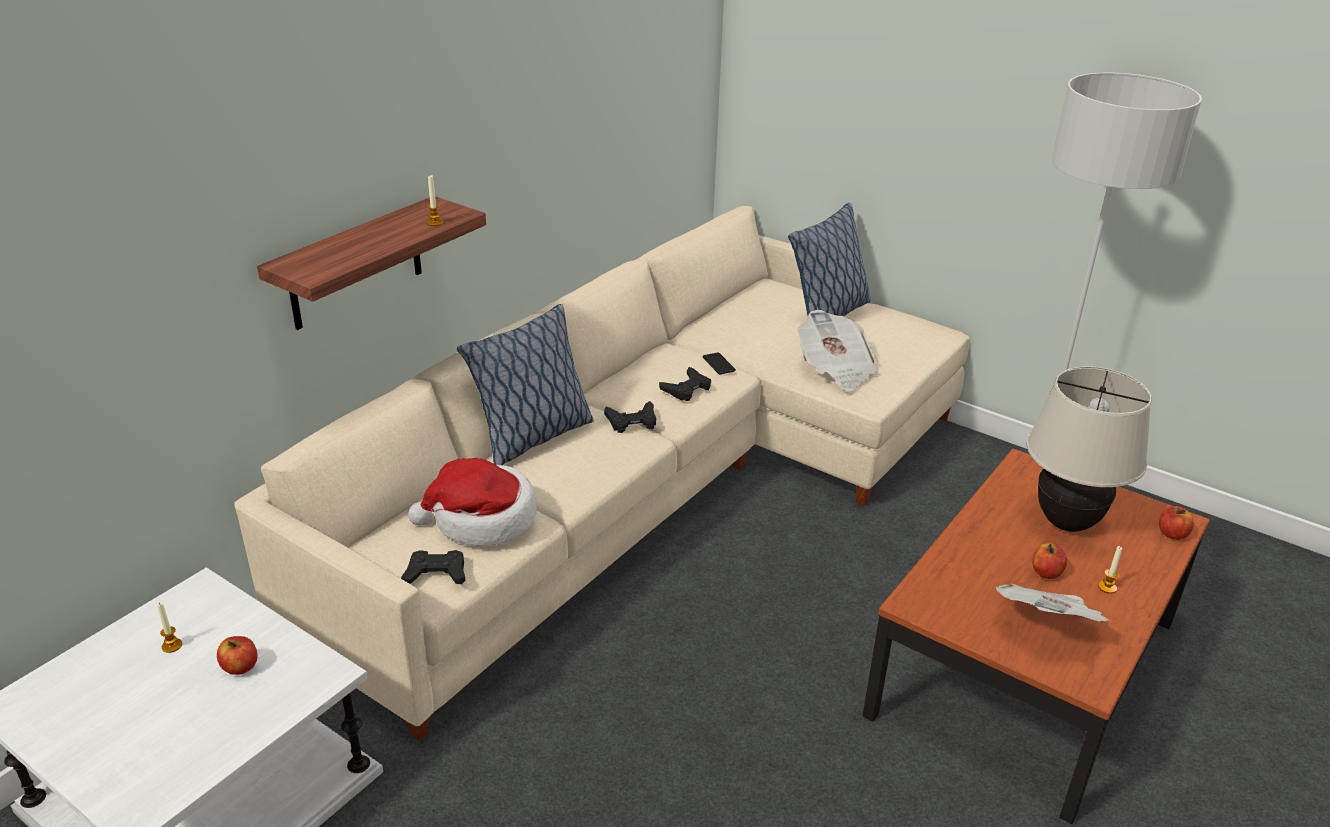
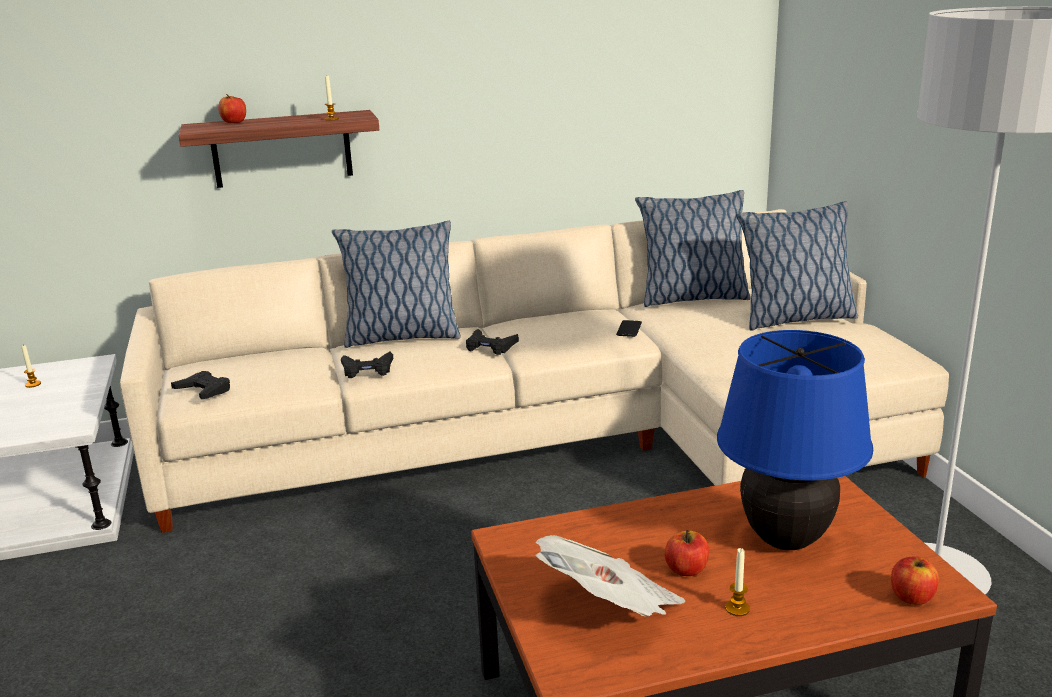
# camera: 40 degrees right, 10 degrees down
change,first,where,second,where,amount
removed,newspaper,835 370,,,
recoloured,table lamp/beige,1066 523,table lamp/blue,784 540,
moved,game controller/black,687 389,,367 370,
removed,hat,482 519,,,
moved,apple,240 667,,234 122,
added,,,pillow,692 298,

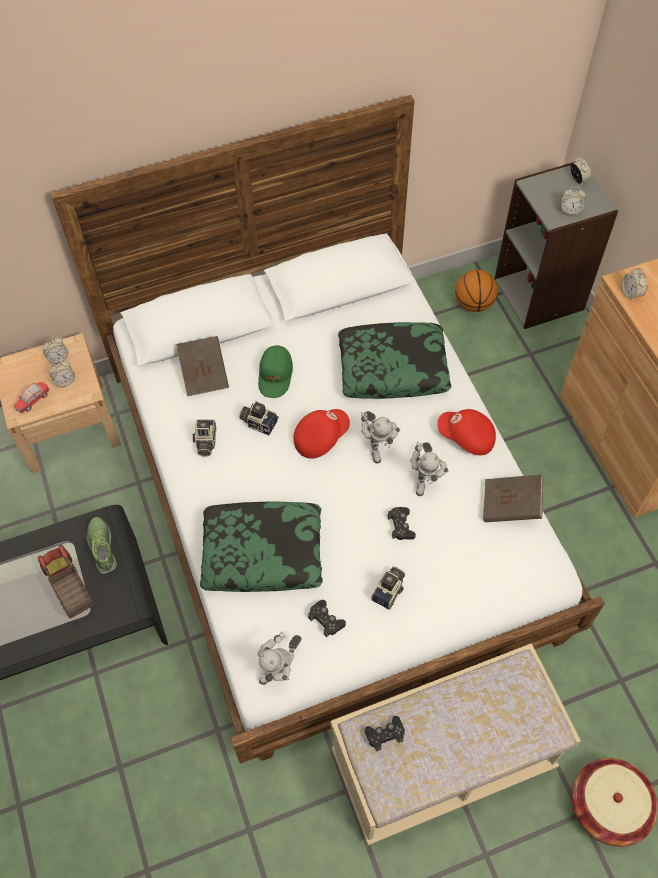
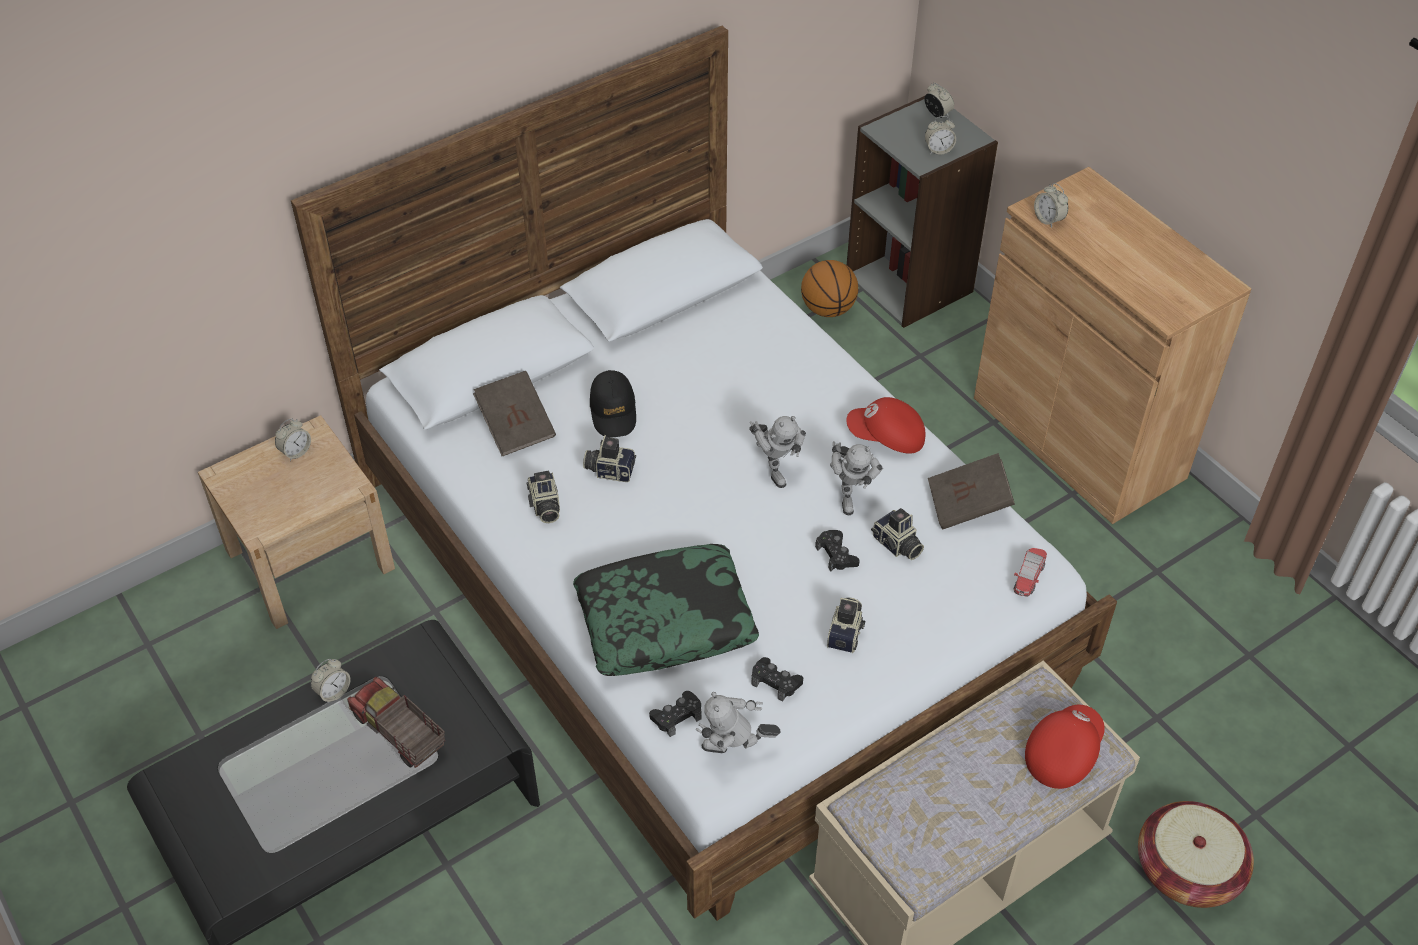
# camera: 15 degrees left, 10 degrees down
change,first,where,second,where,amount
removed,pillow,393 367,,,
recoloured,cap/green,275 375,cap/black,613 411,
moved,alarm clock,65 381,,333 692,
moved,toy car,33 401,,1028 578,
moved,cap/red,320 437,,1062 753,
removed,shoe,102 547,,,
turned,toy robot,280 670,,734 753,60 degrees clockwise
moved,game controller/black,385 734,,677 716,
added,,,photo camera,896 545,

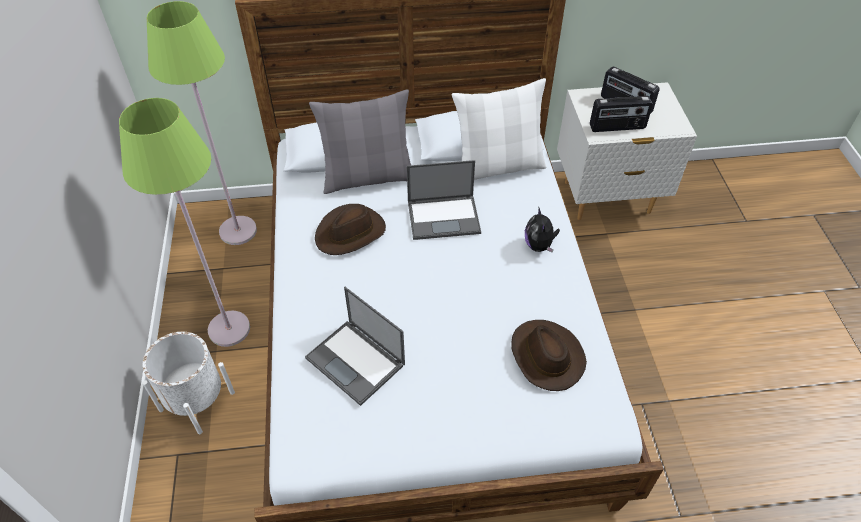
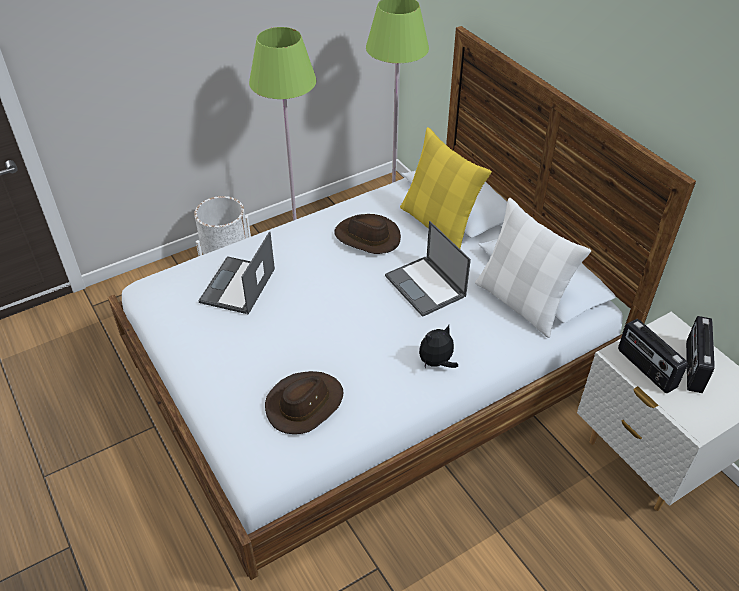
# camera: 65 degrees right, 5 degrees down
change,first,where,second,where,amount
recoloured,pillow/grey,368 177,pillow/yellow,438 225,

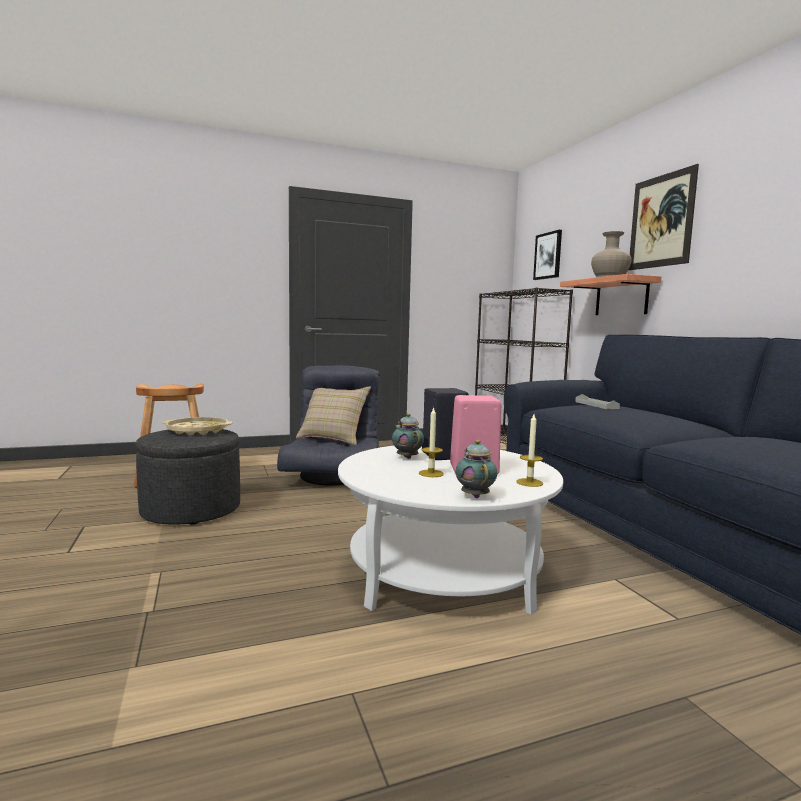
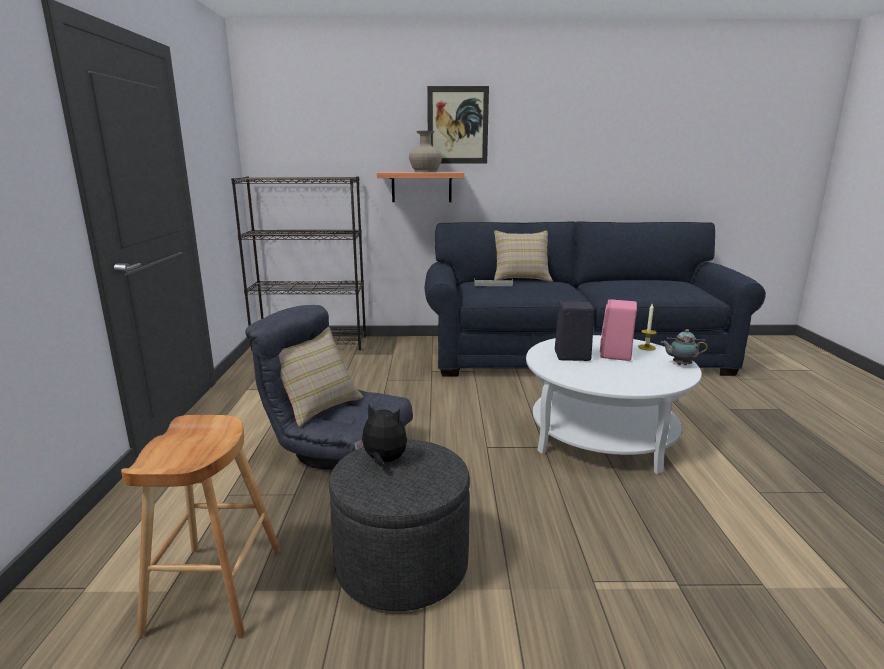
# camera: 70 degrees left, 10 degrees up
change,first,where,second,where,amount
removed,picture,548 256,,,
removed,candle,431 473,,,
removed,teapot,406 457,,,
replaced,tray/beige,197 430,plush toy,383 461,
added,,,pillow/beige,521 278,

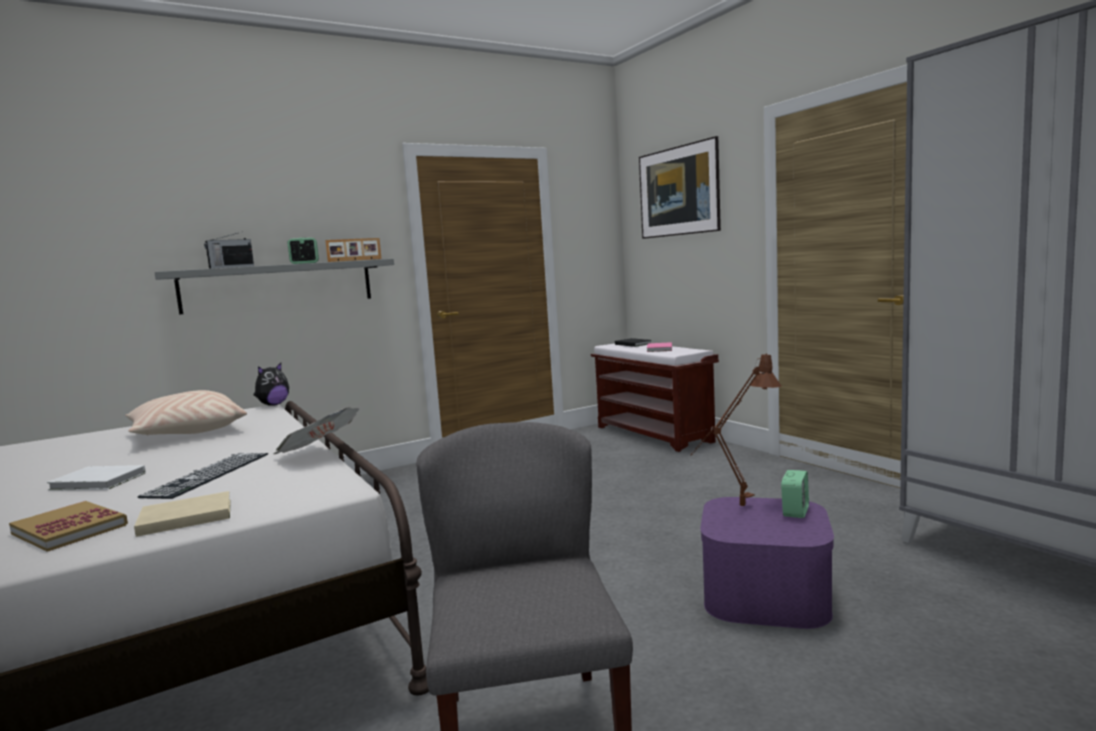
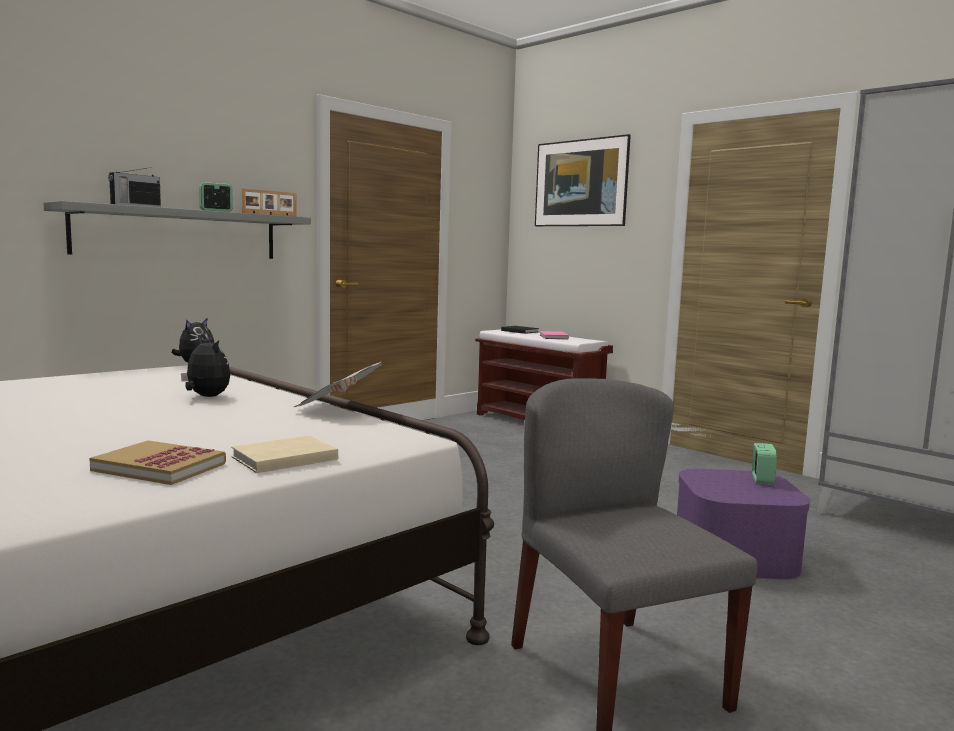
# camera: 15 degrees left, 0 degrees up
change,first,where,second,where,amount
removed,table lamp/brown,737 509,,,
removed,pillow/beige,187 433,,,
removed,keyboard,209 474,,,
removed,book/white,99 482,,,
added,,,plush toy,206 397,

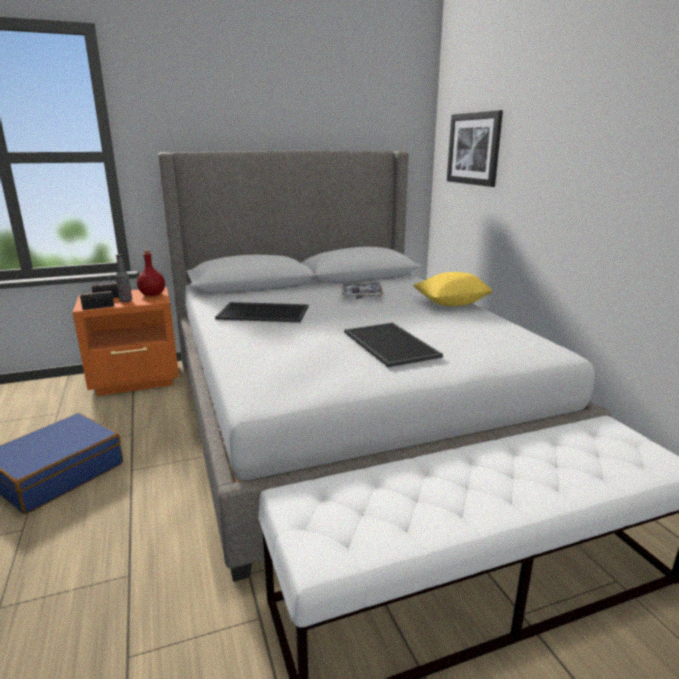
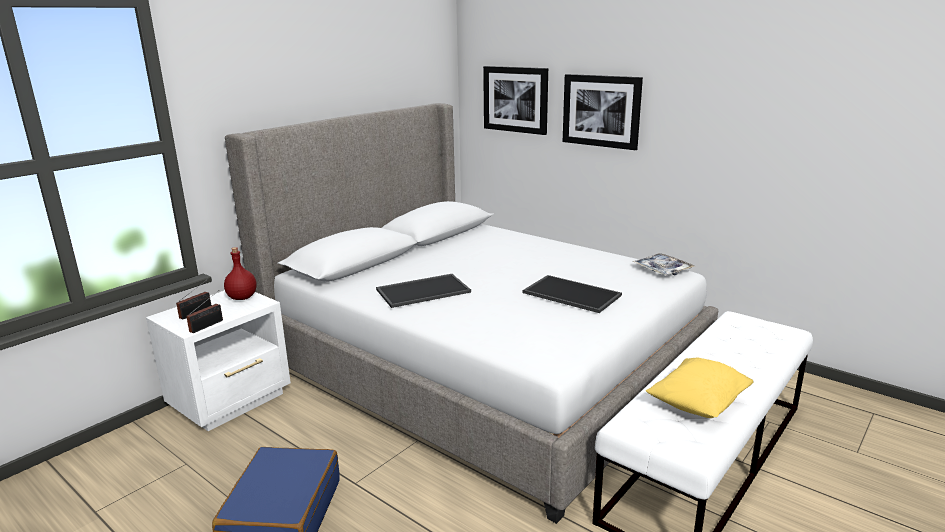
# camera: 30 degrees left, 0 degrees up
change,first,where,second,where,amount
removed,bottle,126 301,,,
moved,pillow/yellow,451 304,,698 404,
moved,tray,361 295,,662 270,
recoloured,nightstand/orange,137 380,nightstand/white,232 401,
added,,,picture,601 111,

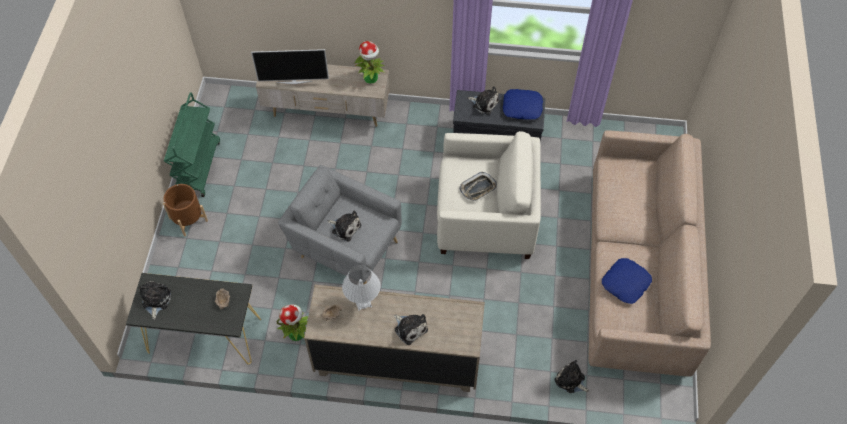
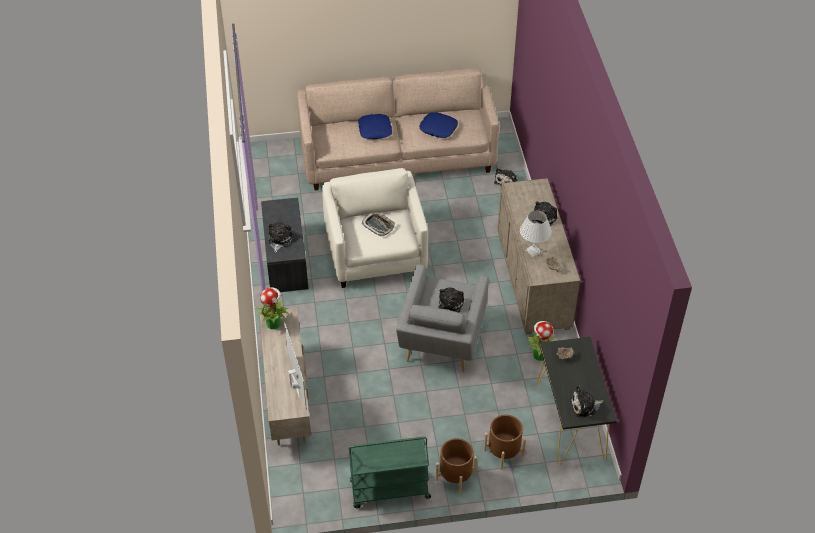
# camera: 105 degrees left, 10 degrees down
change,first,where,second,where,amount
moved,pillow/blue,522 107,,375 130,
added,,,planter/brown,503 453,

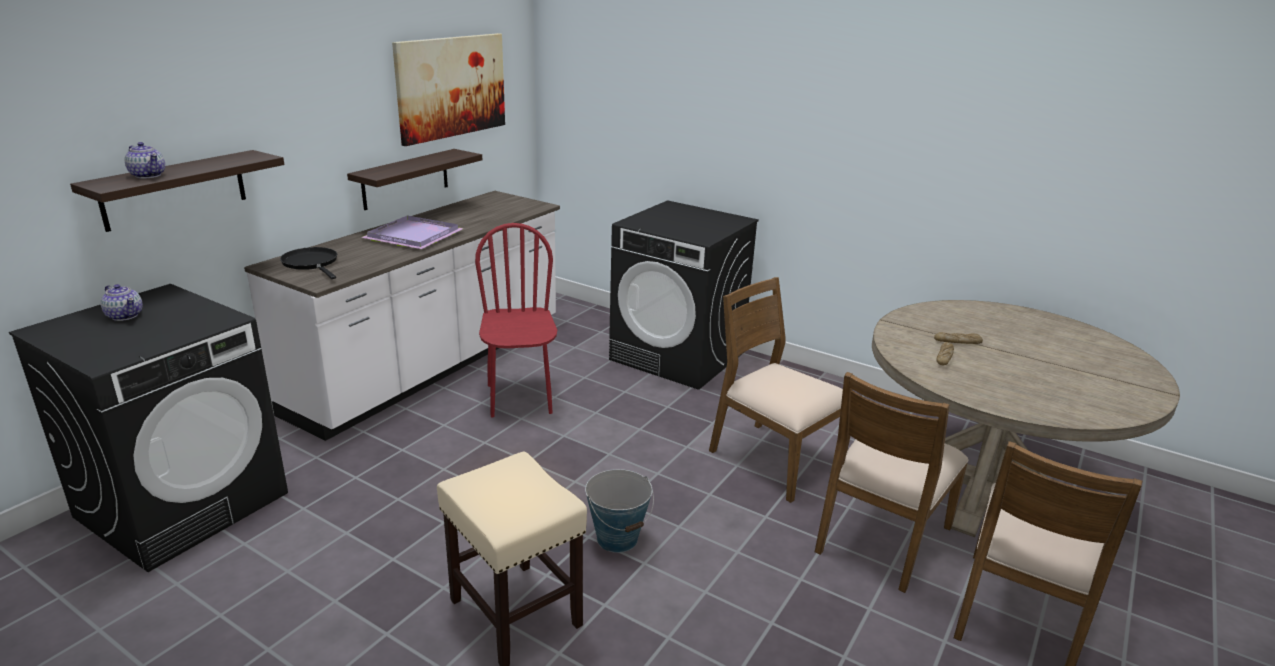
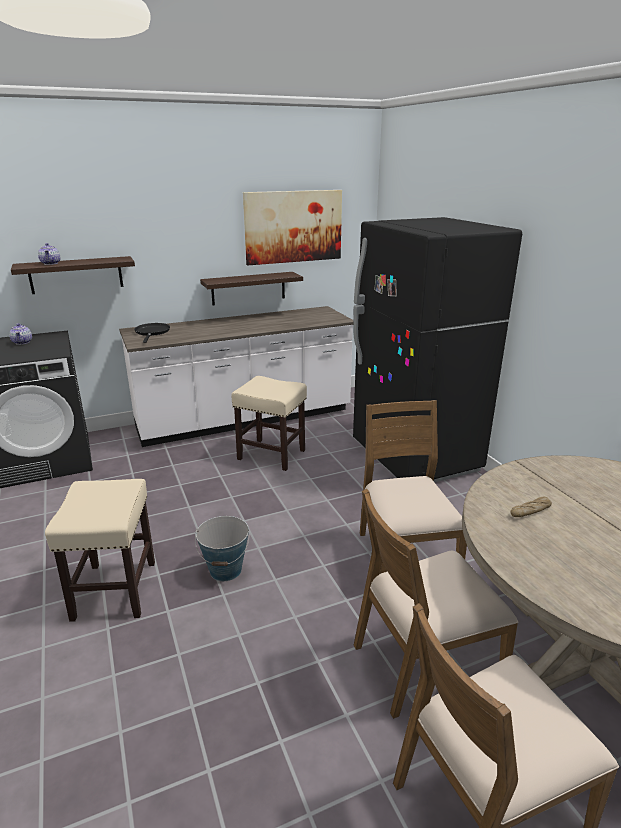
# camera: 35 degrees right, 0 degrees up
change,first,where,second,where,amount
replaced,washing machine/black,678 356,fridge/black,415 456,
removed,tray/purple,416 236,,,
replaced,chair/red,520 399,stool/beige,272 455,
removed,bread,957 342,,,

